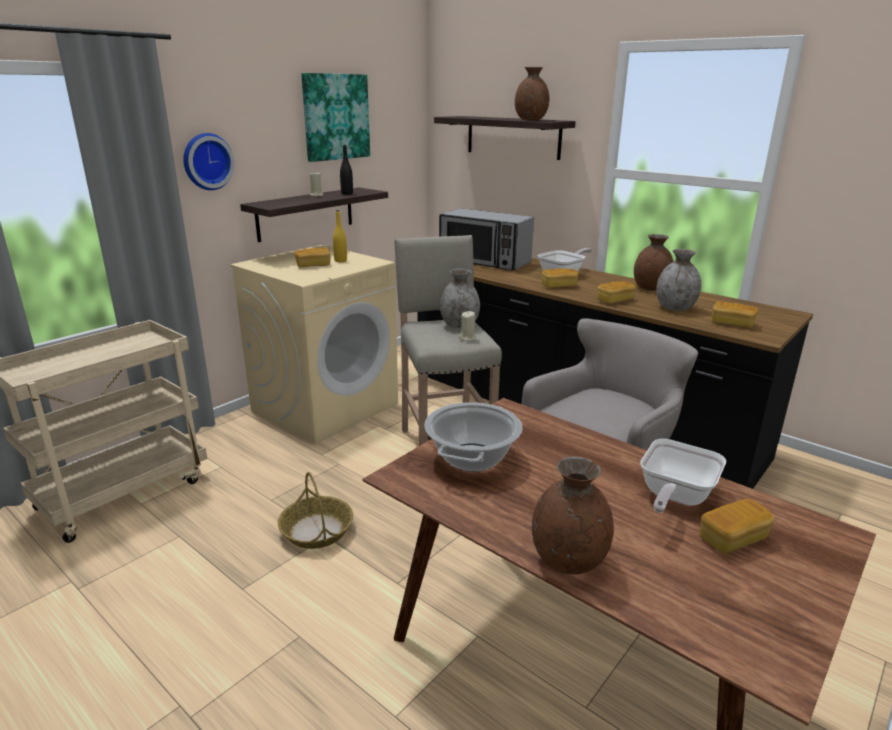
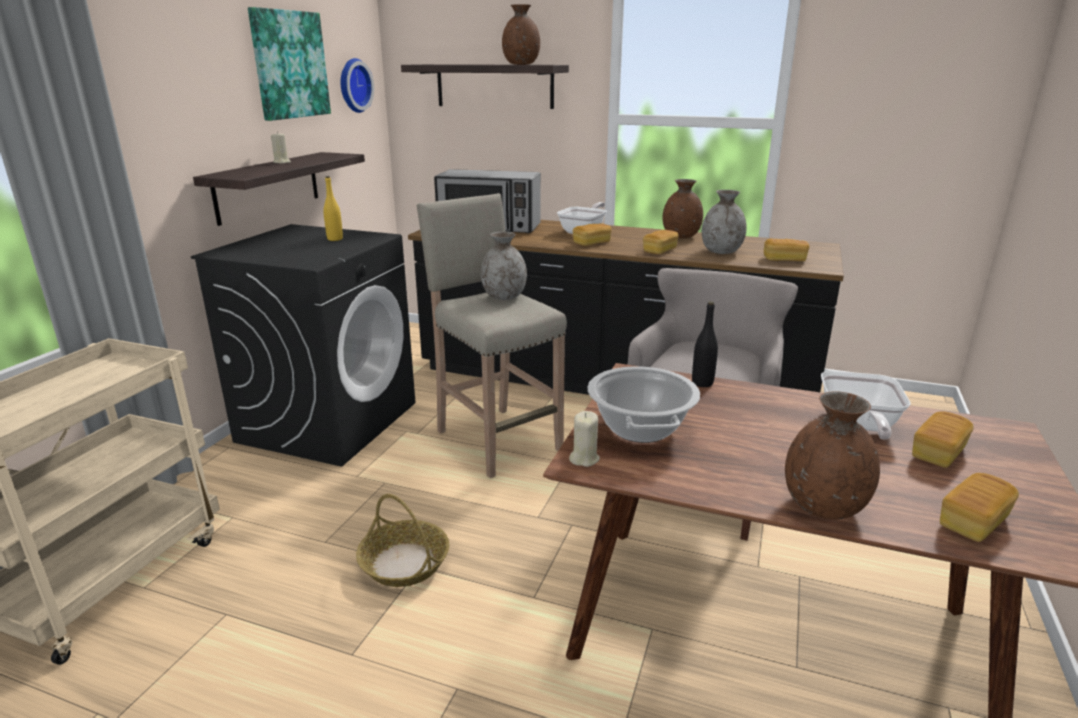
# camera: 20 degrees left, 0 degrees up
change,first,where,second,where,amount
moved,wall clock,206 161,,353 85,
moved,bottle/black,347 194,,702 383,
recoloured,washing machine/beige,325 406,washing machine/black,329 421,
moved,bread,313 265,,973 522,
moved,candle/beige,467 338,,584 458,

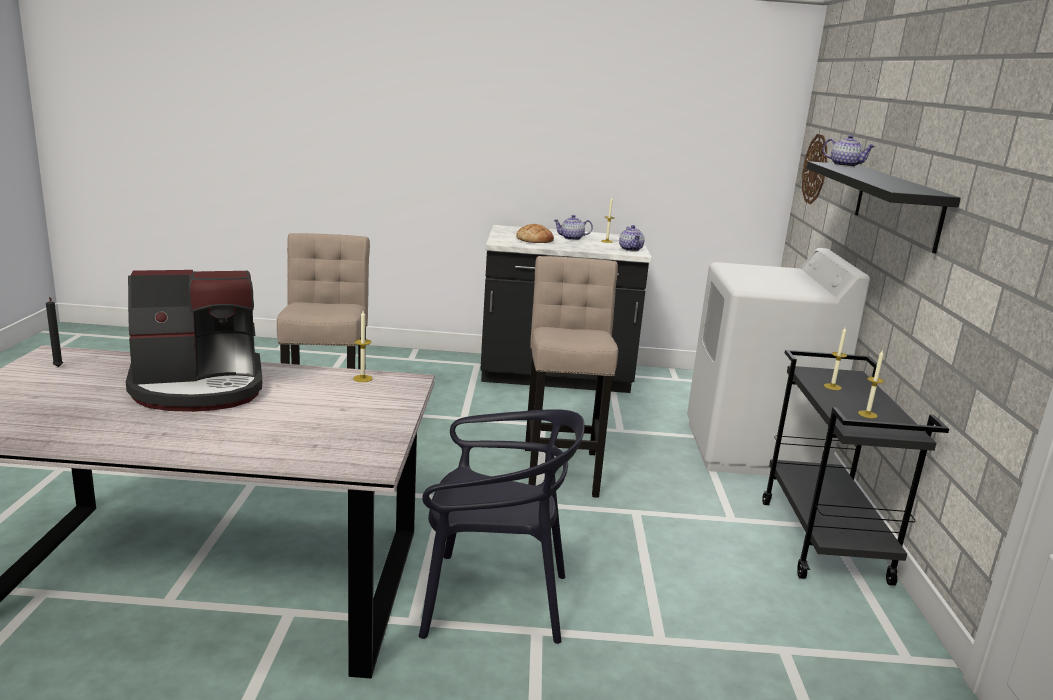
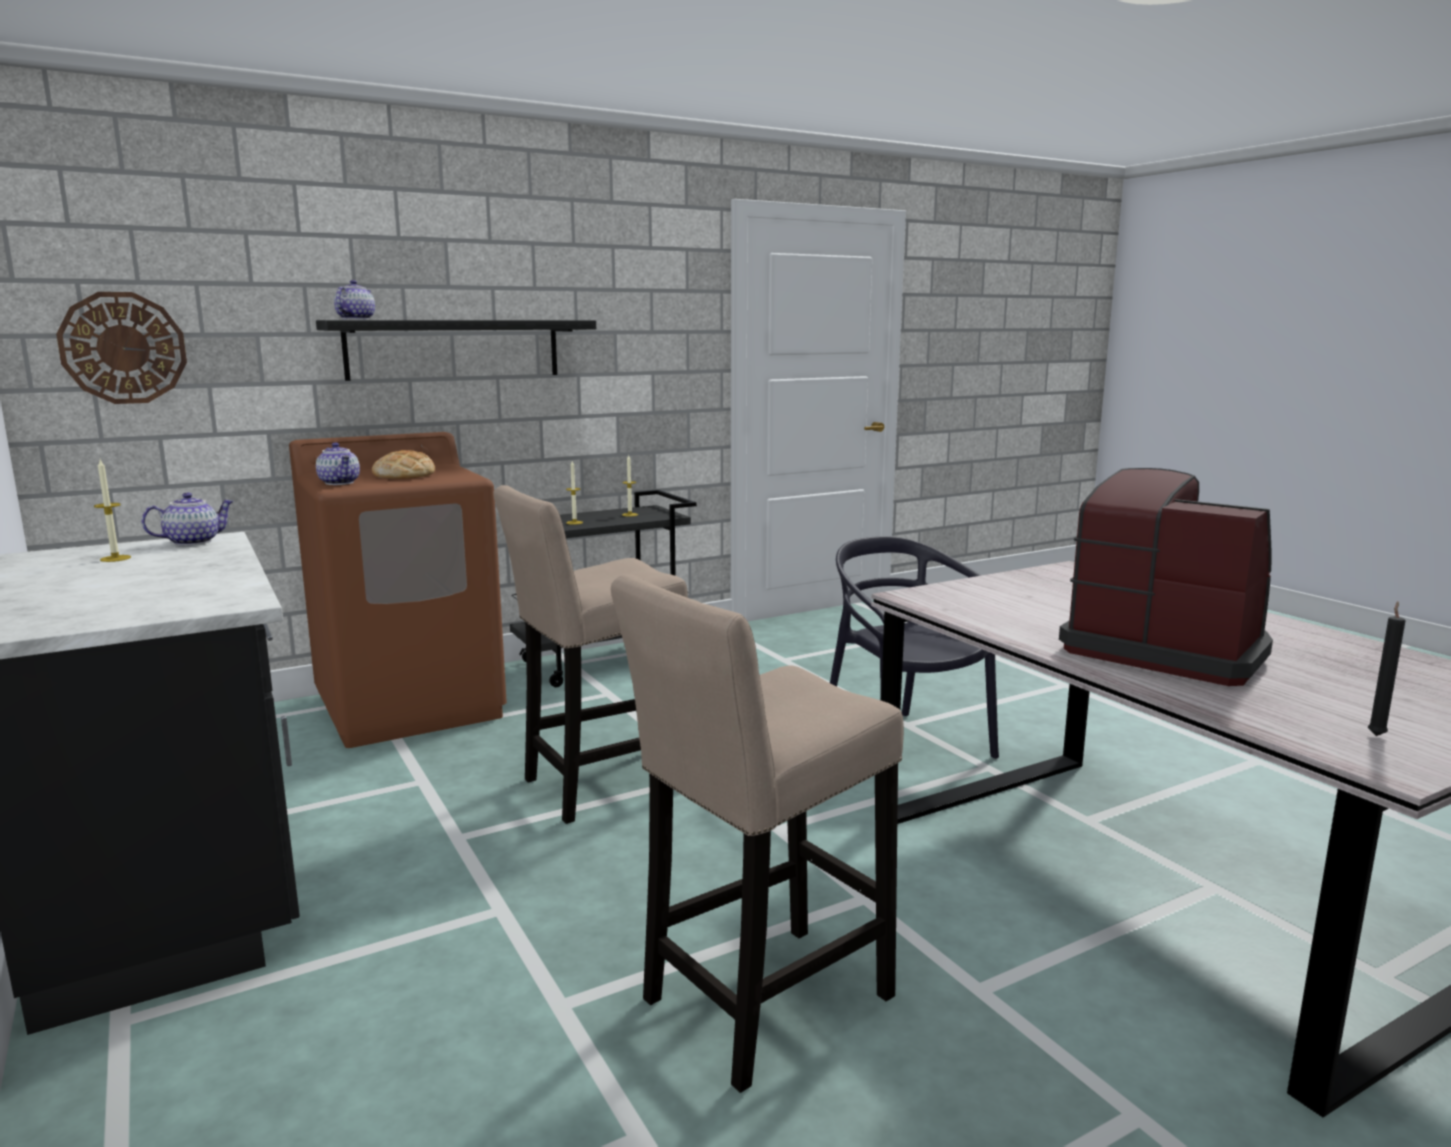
# camera: 120 degrees left, 5 degrees down
change,first,where,second,where,amount
moved,teapot,571 238,,340 483,
moved,bread,535 240,,404 475,
recoloured,washing machine/white,753 449,washing machine/brown,411 706,
removed,candle,362 378,,,

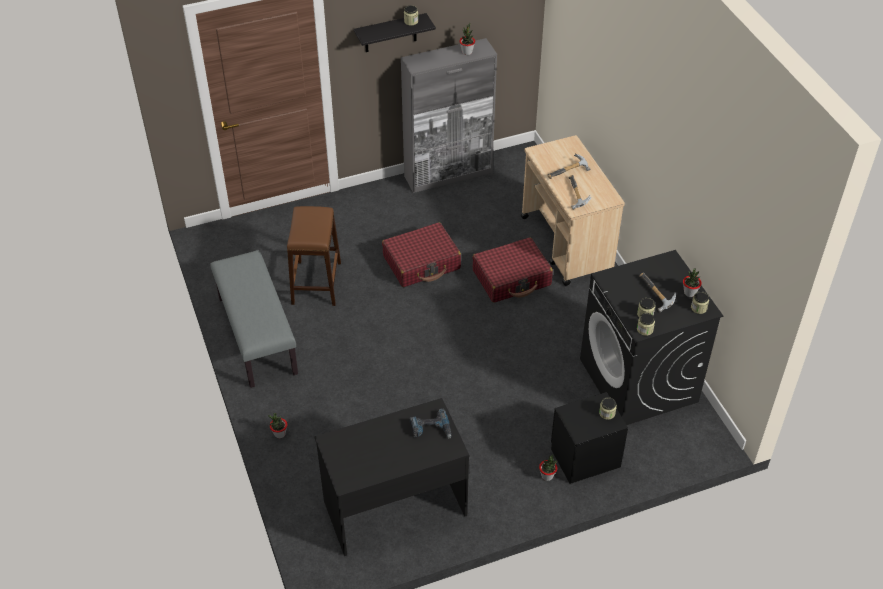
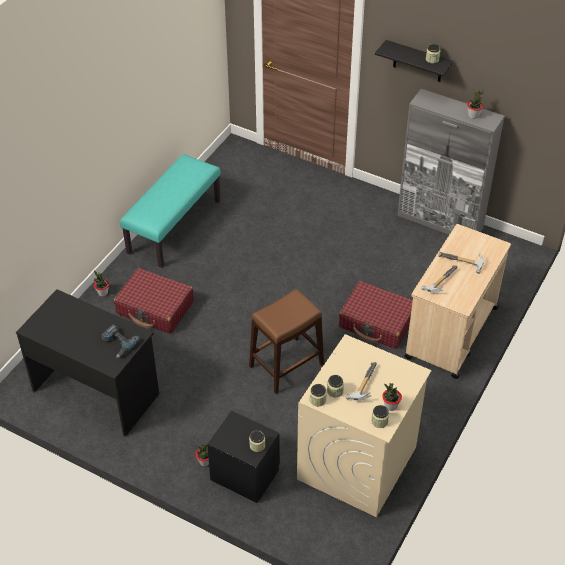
# camera: 50 degrees right, 0 degrees up
change,first,where,second,where,amount
moved,stool/brown,317 283,,287 365,
moved,suitcase/red,422 263,,155 308,
recoloured,bench/grey,256 335,bench/turquoise,174 226,
recoloured,washing machine/black,639 381,washing machine/beige,357 464,

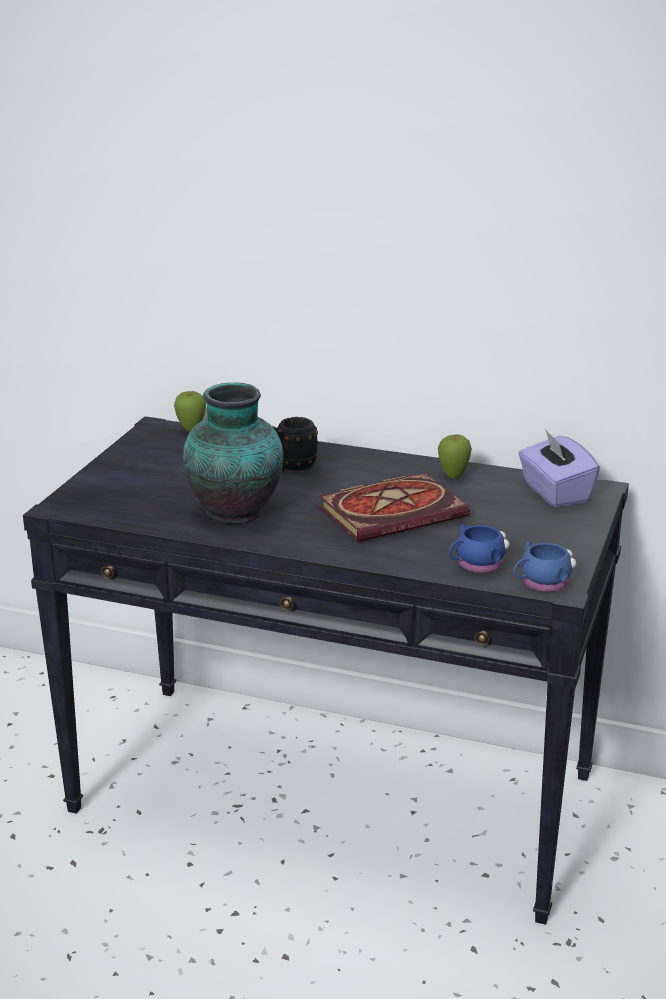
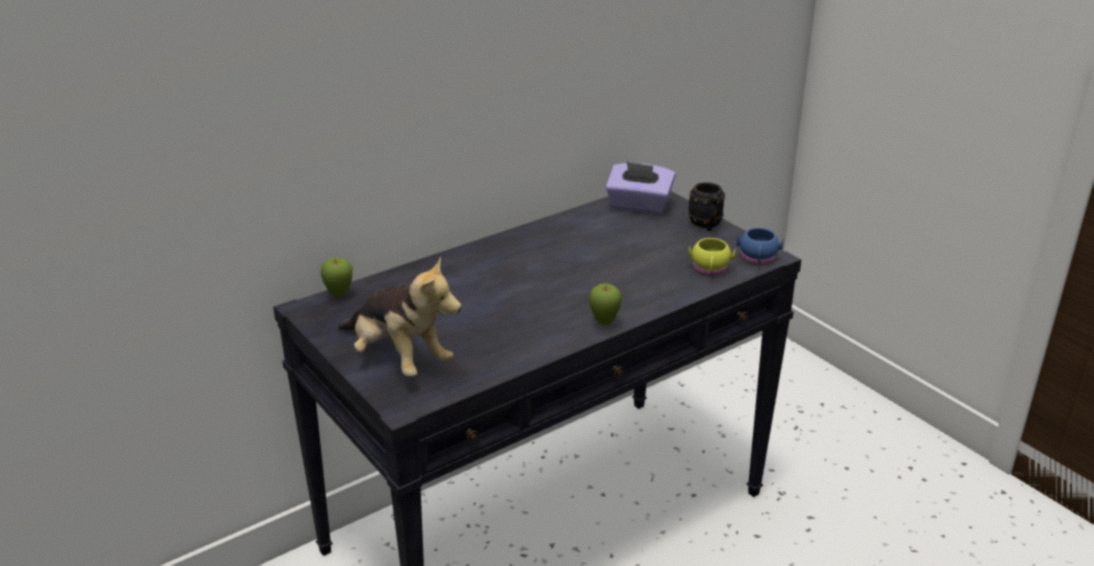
# camera: 55 degrees left, 5 degrees up
change,first,where,second,where,amount
removed,vase,236 513,,,
moved,mug/black,291 467,,706 225,
moved,apple,453 476,,604 323,
removed,book,394 511,,,
recoloured,mug/blue,476 564,mug/yellow,710 270,
added,,,plush toy,398 359,

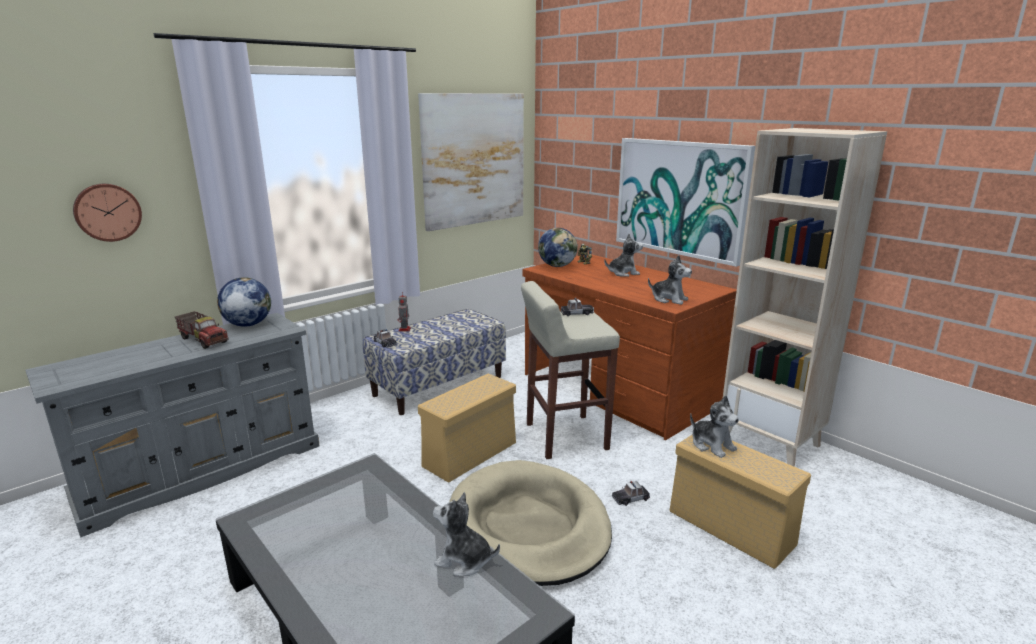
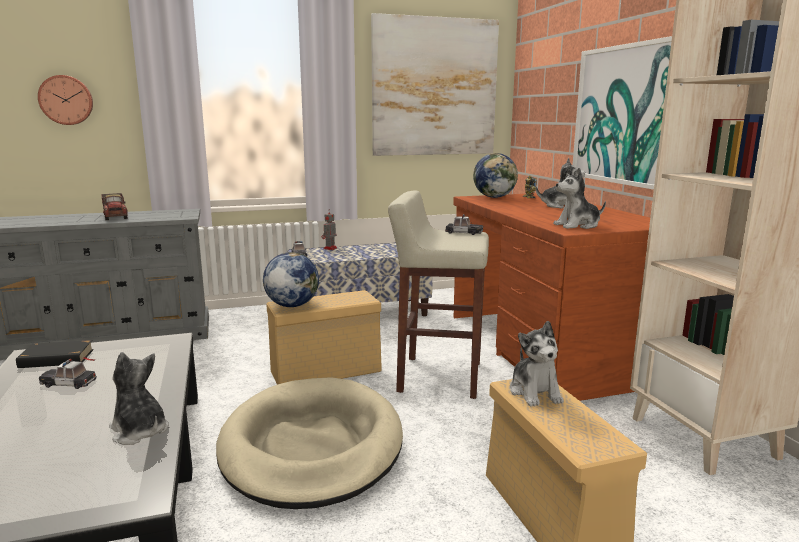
# camera: 25 degrees right, 5 degrees down
change,first,where,second,where,amount
turned,plush toy,669 299,,577 225,105 degrees clockwise
moved,globe,248 325,,292 305,
moved,toy car,630 498,,69 382,
added,,,book/black,57 359,

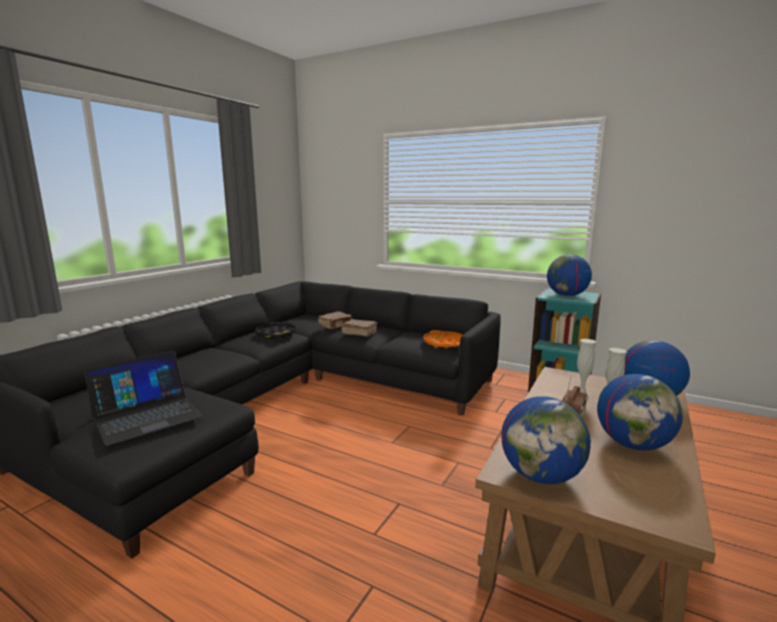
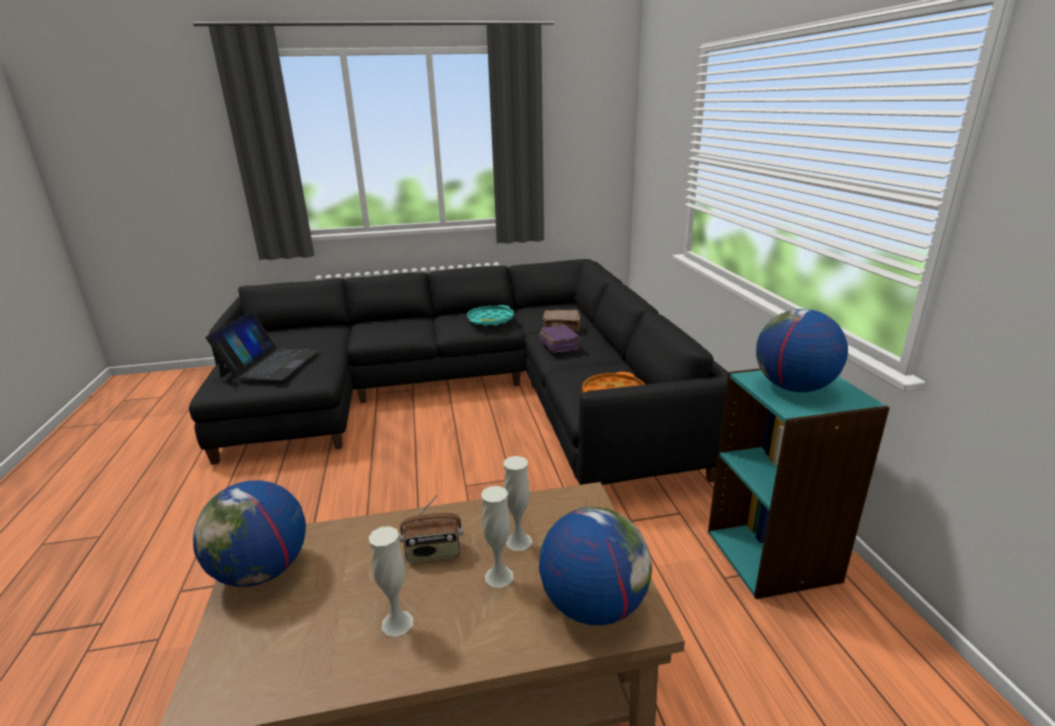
# camera: 50 degrees right, 10 degrees up
change,first,where,second,where,amount
recoloured,book/brown,359 333,book/purple,559 346,
recoloured,tray/black,276 334,tray/turquoise,490 320,
turned,laptop,147 415,,269 363,90 degrees counterclockwise
replaced,globe,633 444,vase/white,397 623,

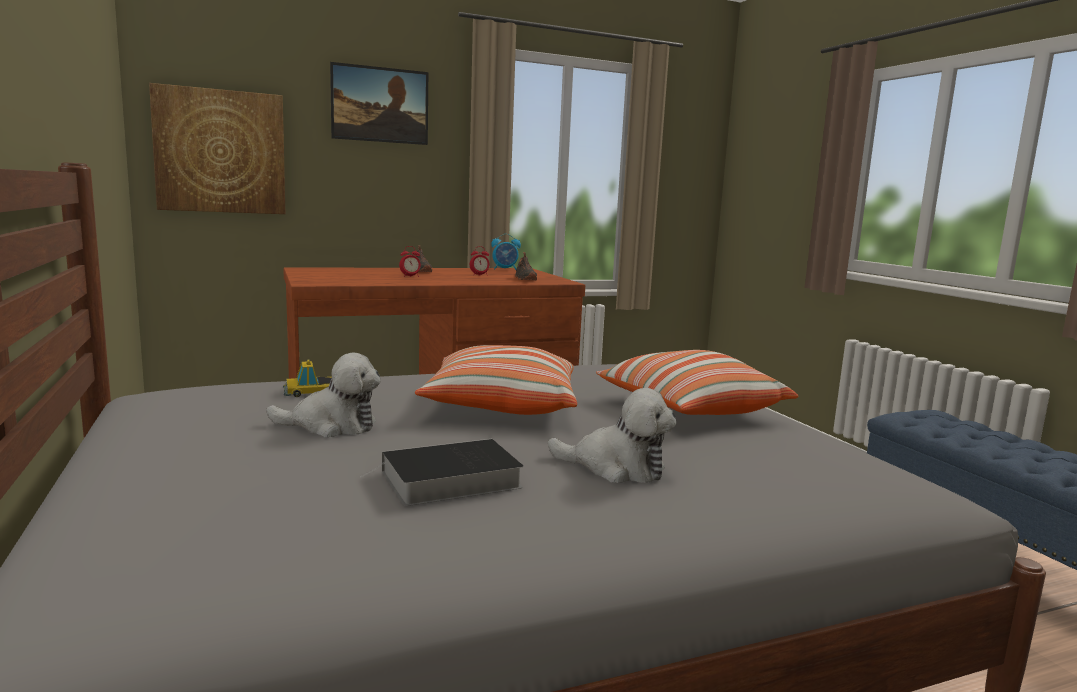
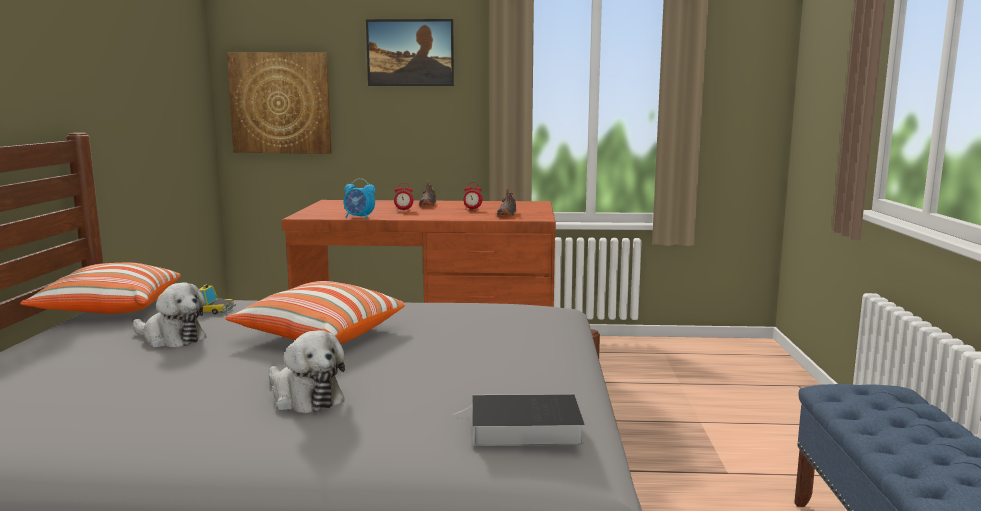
# camera: 25 degrees right, 0 degrees up
change,first,where,second,where,amount
moved,alarm clock,505 269,,359 218,
moved,pillow,690 410,,109 309,
moved,book,447 480,,521 428,

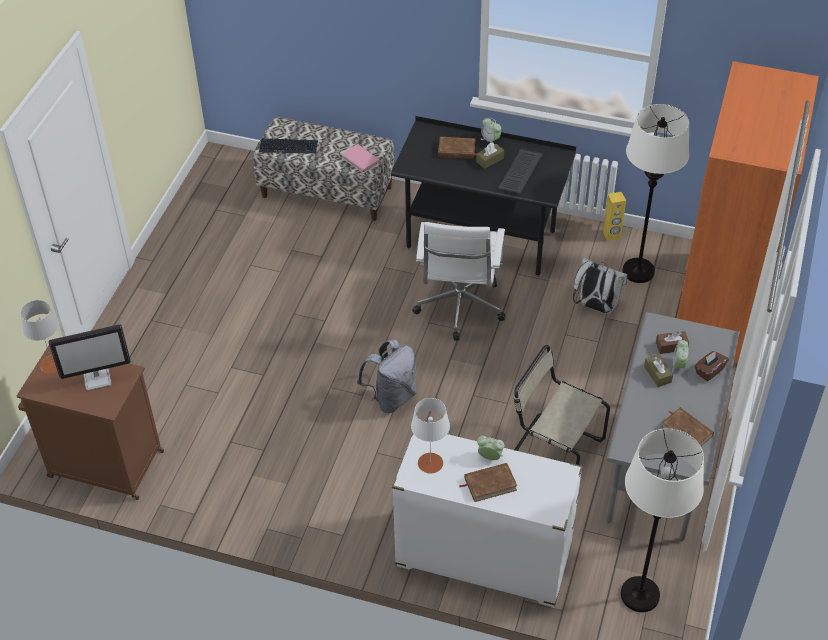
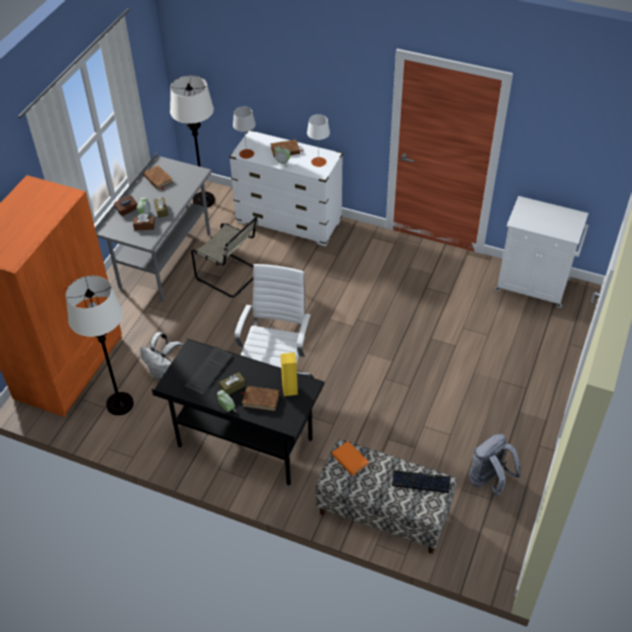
# camera: 175 degrees left, 0 degrees up
change,first,where,second,where,amount
recoloured,book/pink,360 160,book/orange,349 459,
moved,speaker/yellow,611 235,,290 390,
moved,table lamp/grey,52 364,,246 154,
removed,monitor,98 378,,,
moved,backpack/grey,391 397,,489 480,
recoloured,cabinet/brown,103 464,cabinet/white,534 285,

